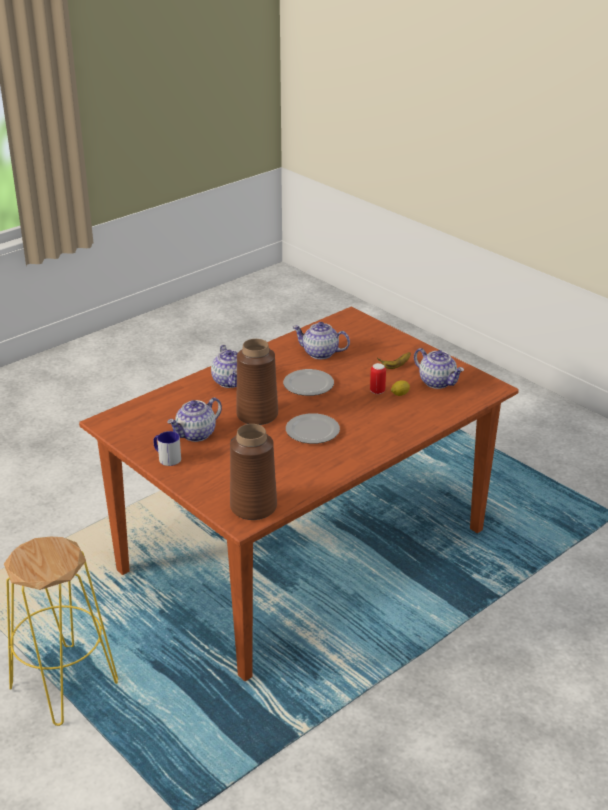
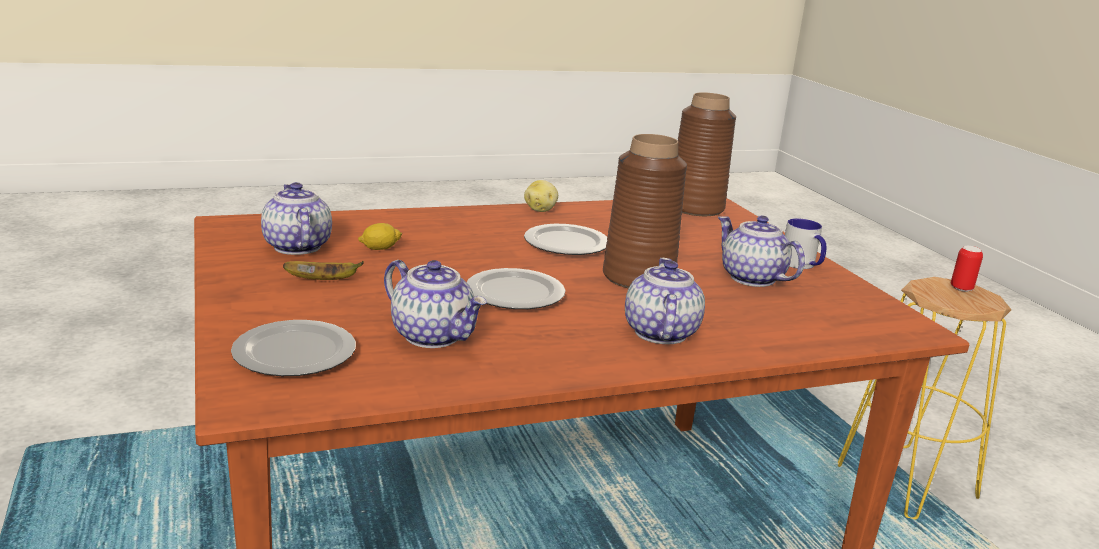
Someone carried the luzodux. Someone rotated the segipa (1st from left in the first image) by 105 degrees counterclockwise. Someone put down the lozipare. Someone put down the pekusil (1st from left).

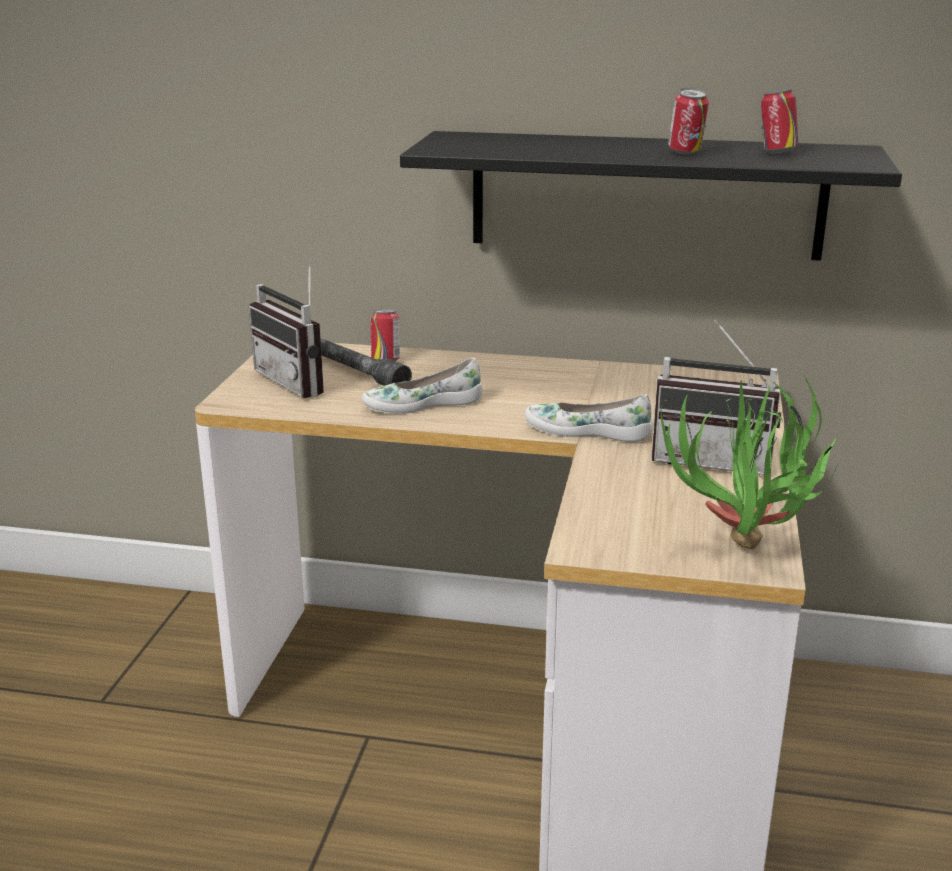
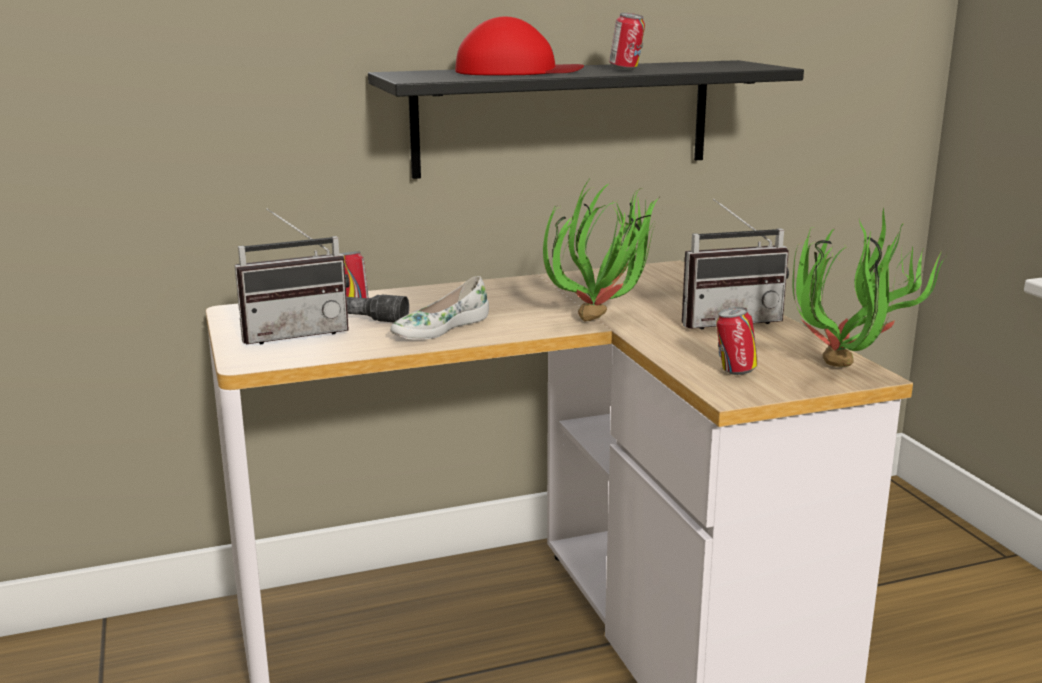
Someone carried the luzodux (3rd from left). Someone rotated the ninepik (1st from left) by 45 degrees counterclockwise. Someone swapped the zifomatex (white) (2nd from left) for the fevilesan (1st from left). Someone put down the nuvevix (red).

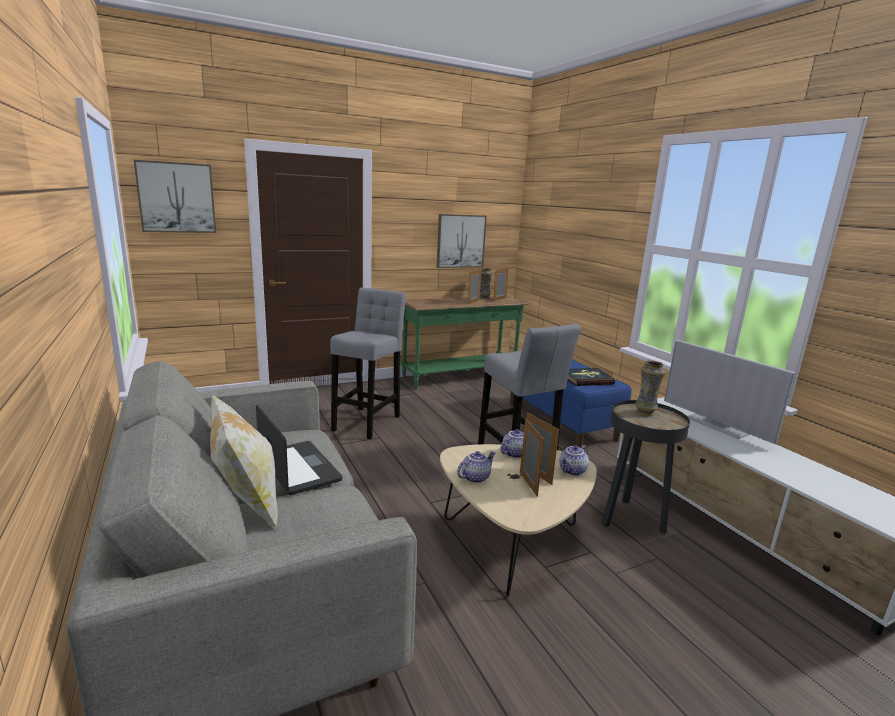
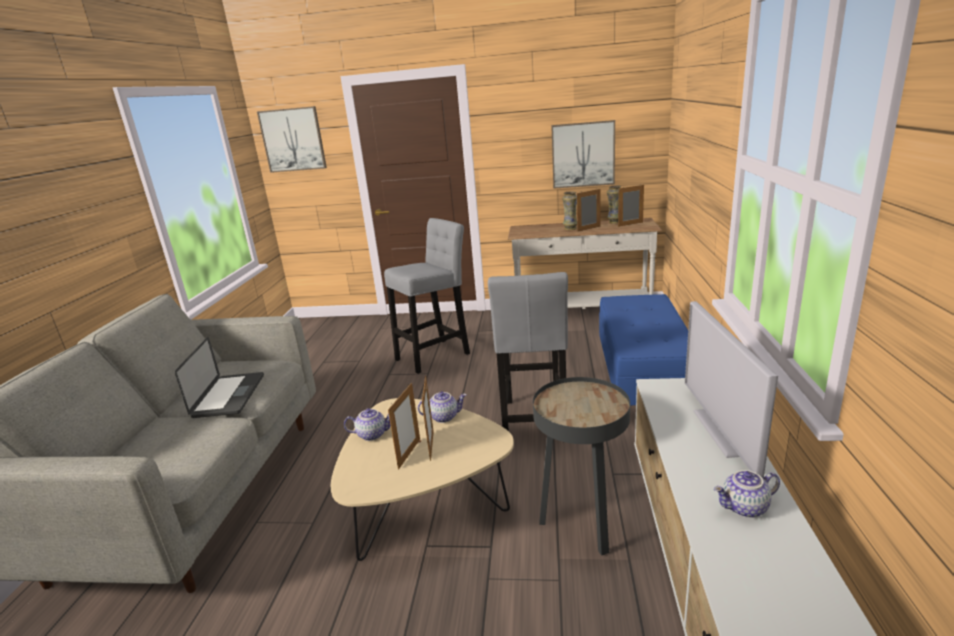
Someone repainted the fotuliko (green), which became the fotuliko (white). Someone carried the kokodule (2nd from left in the first image). Someone took away the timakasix. Someone took away the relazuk. Someone carried the segipa (3rd from left).

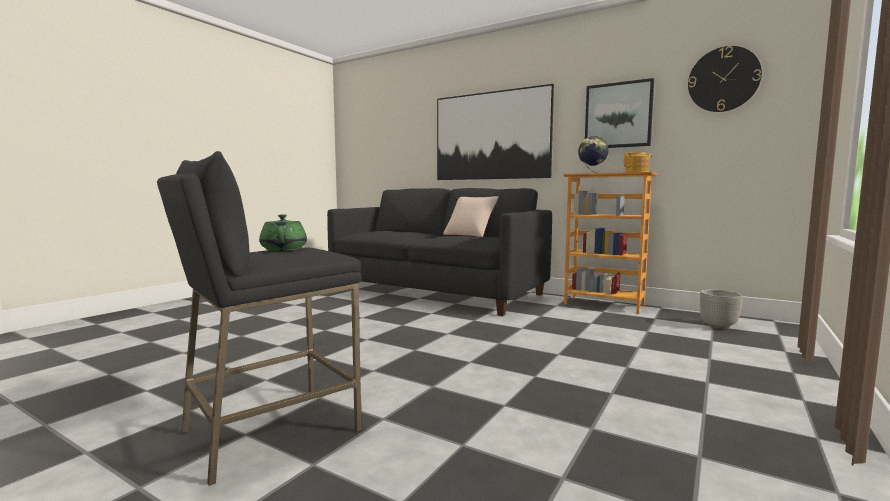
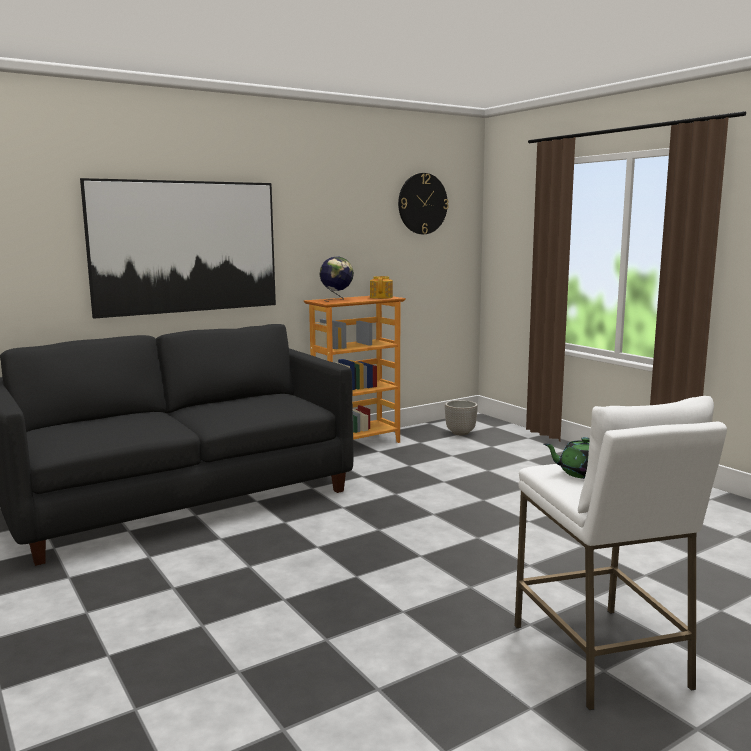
Someone took away the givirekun (2nd from left). Someone repainted the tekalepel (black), which became the tekalepel (white). Someone took away the relazuk (beige).

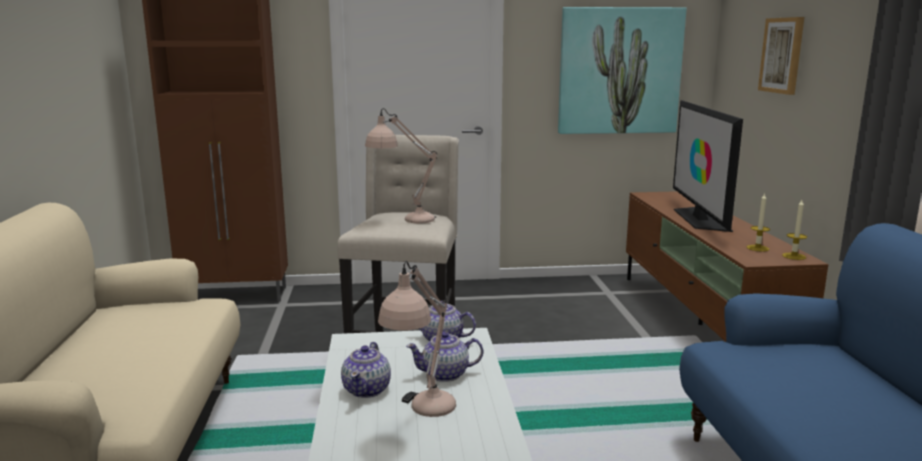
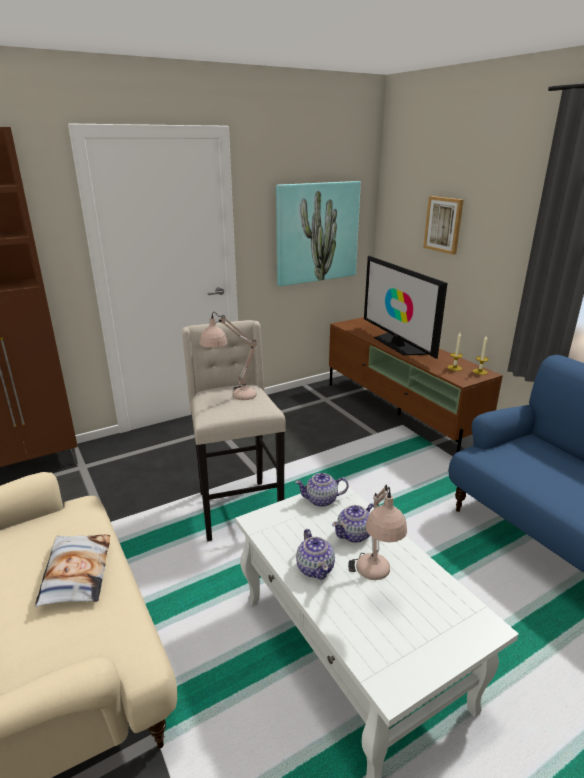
Someone put down the relazuk.

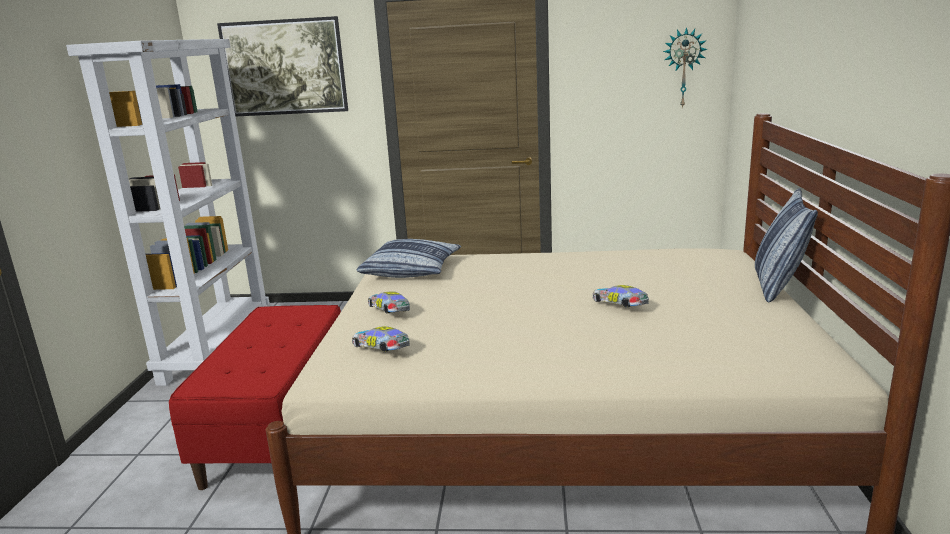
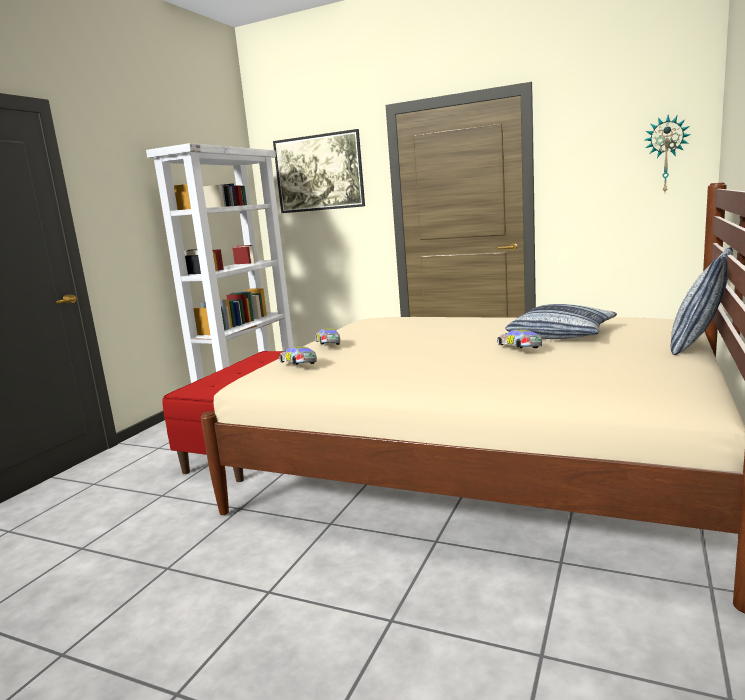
Someone carried the relazuk (1st from left).

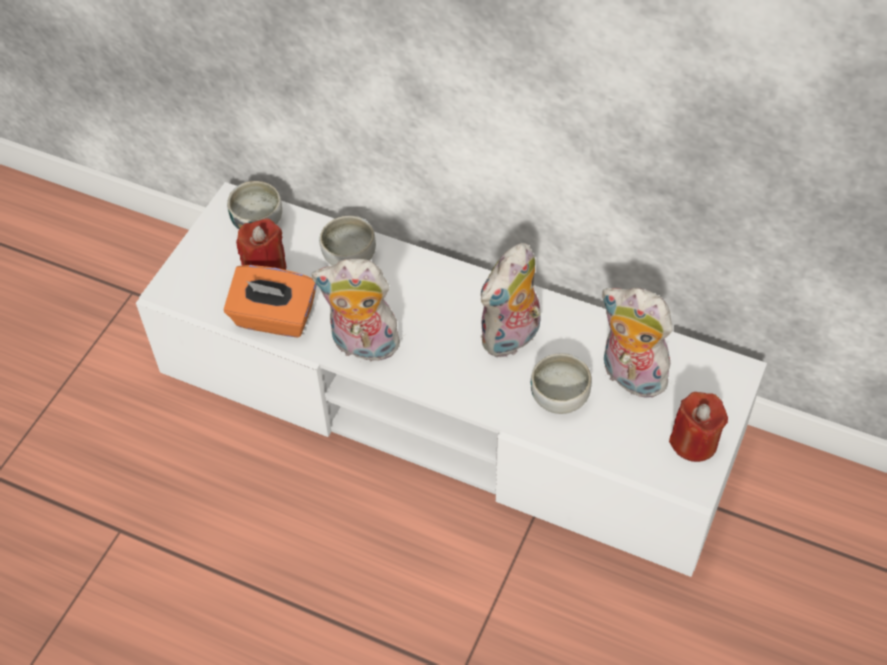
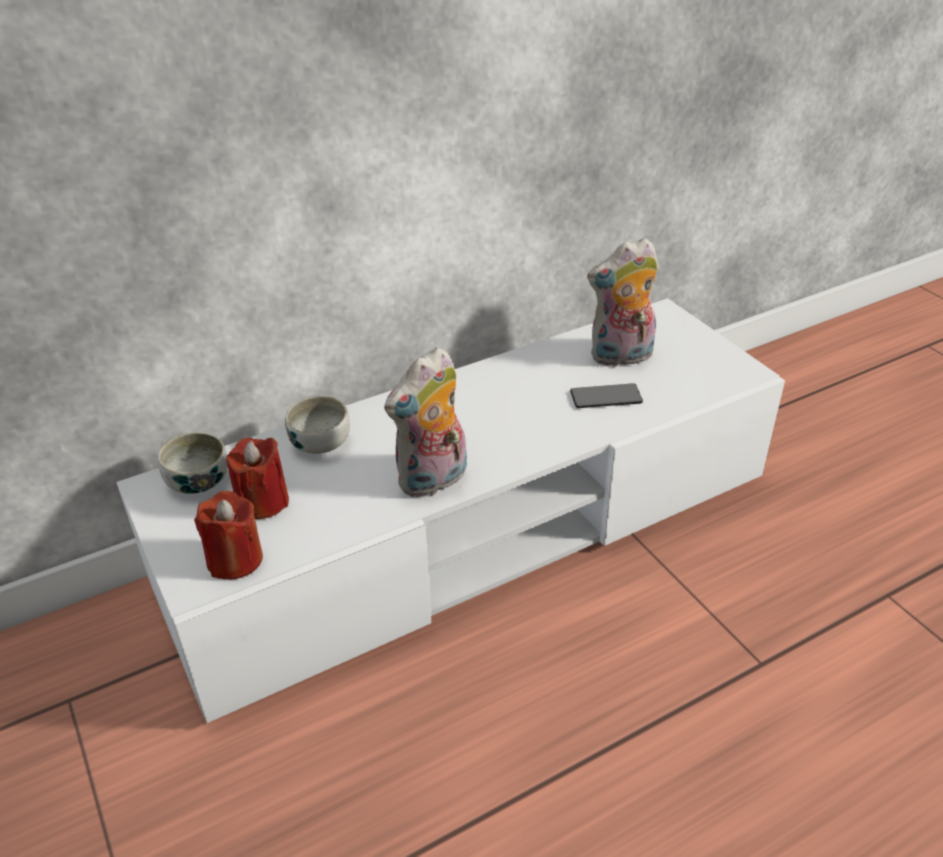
Someone took away the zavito (2nd from left). Someone took away the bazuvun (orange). Someone swapped the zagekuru (3rd from left) for the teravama. Someone carried the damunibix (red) (2nd from left in the first image).

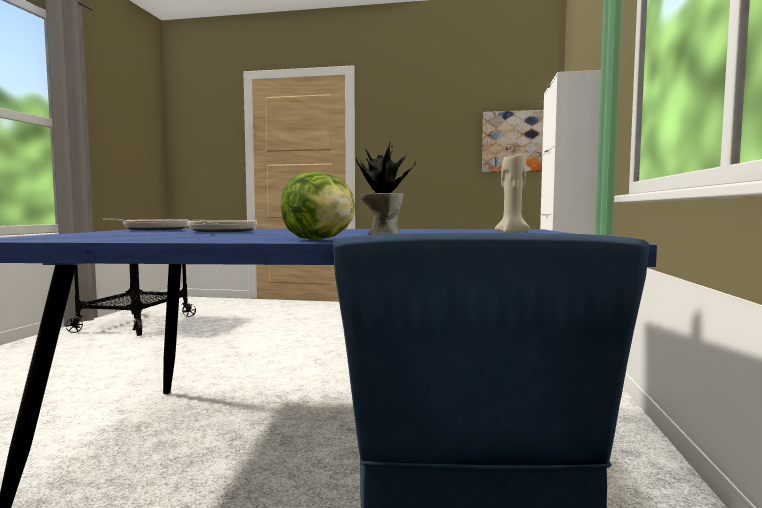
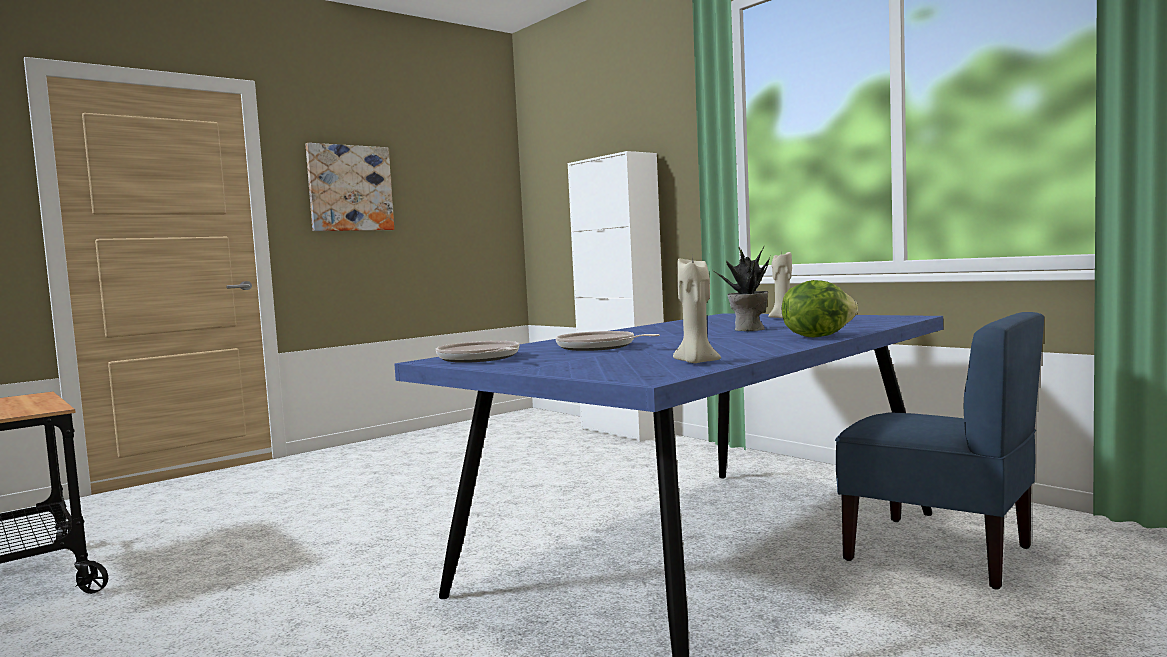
Someone carried the givirekun. Someone put down the damunibix (beige) (1st from left).

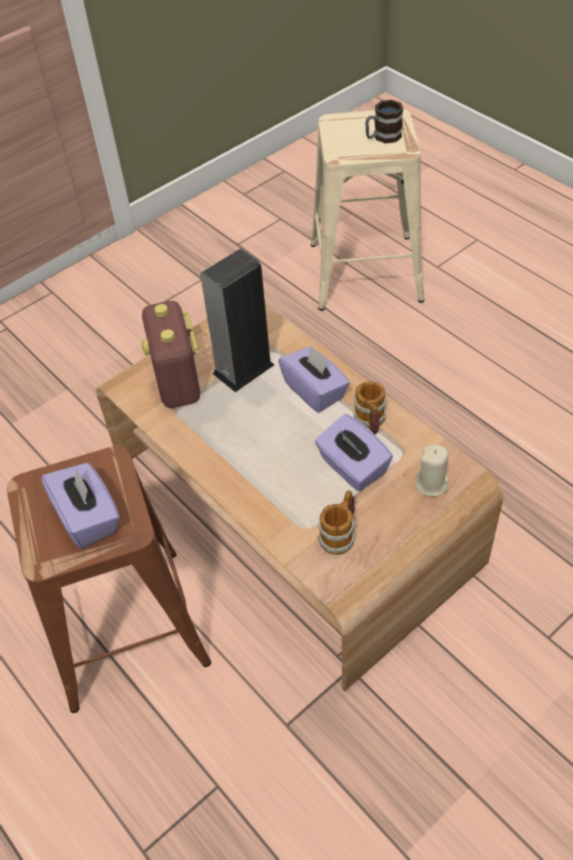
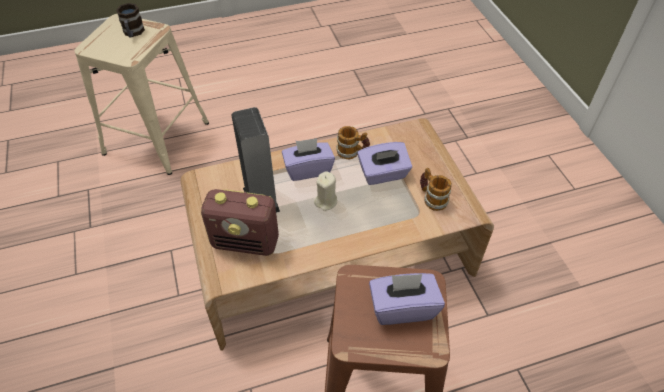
Someone carried the damunibix (beige).

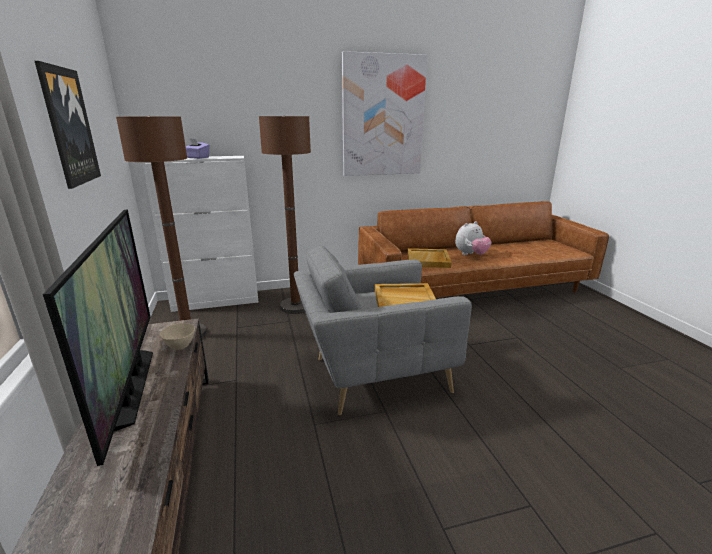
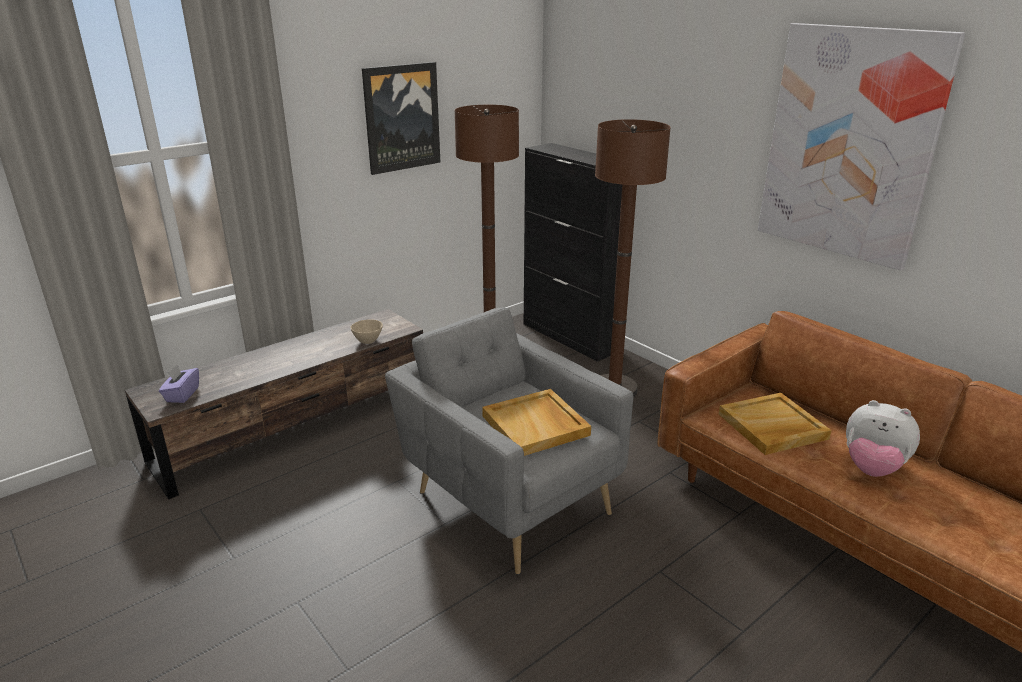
Someone carried the bazuvun (purple). Someone repainted the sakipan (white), which became the sakipan (black). Someone took away the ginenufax.

